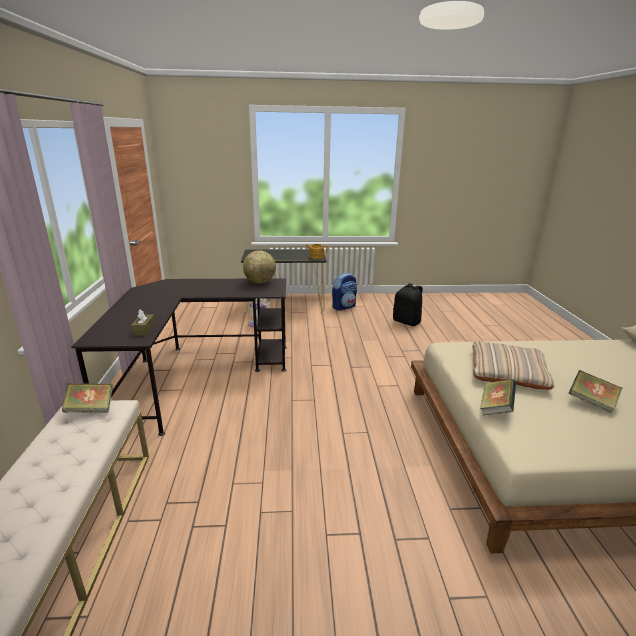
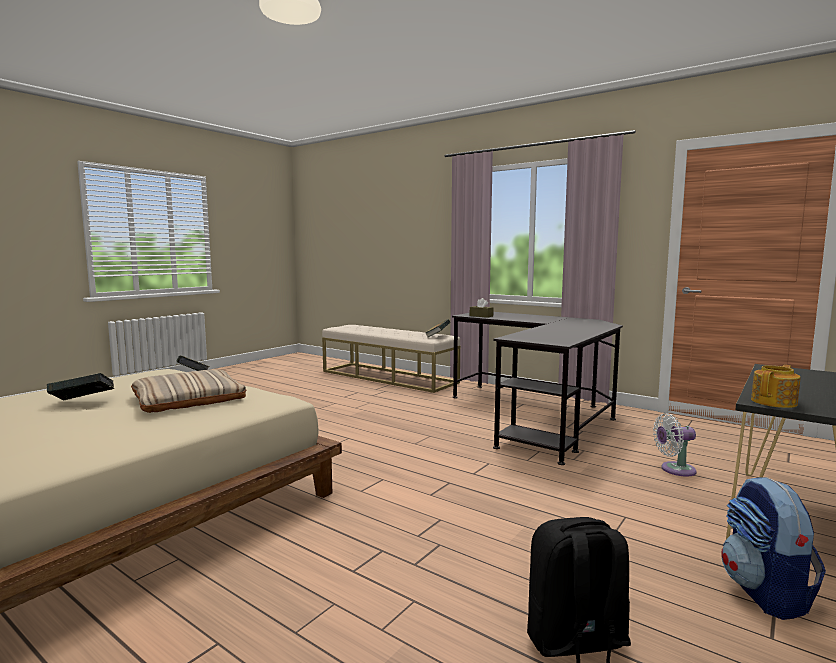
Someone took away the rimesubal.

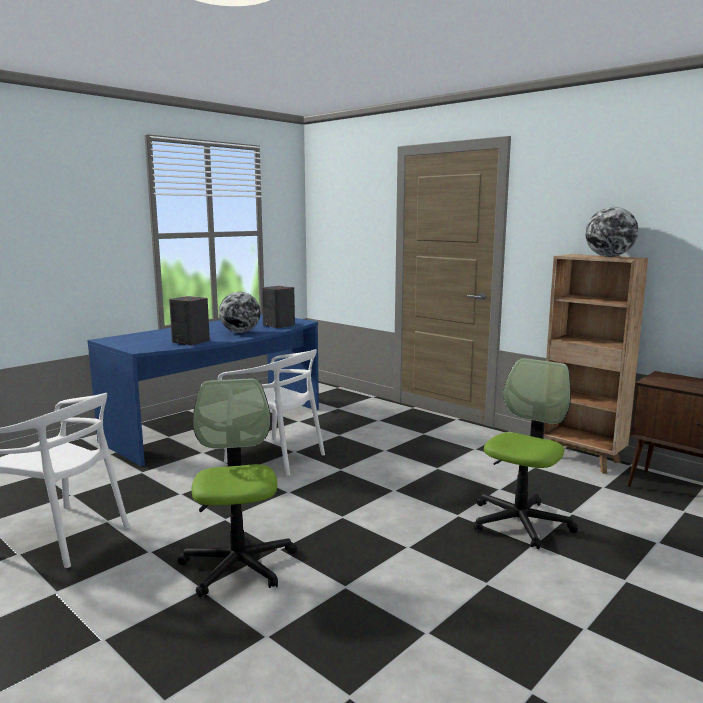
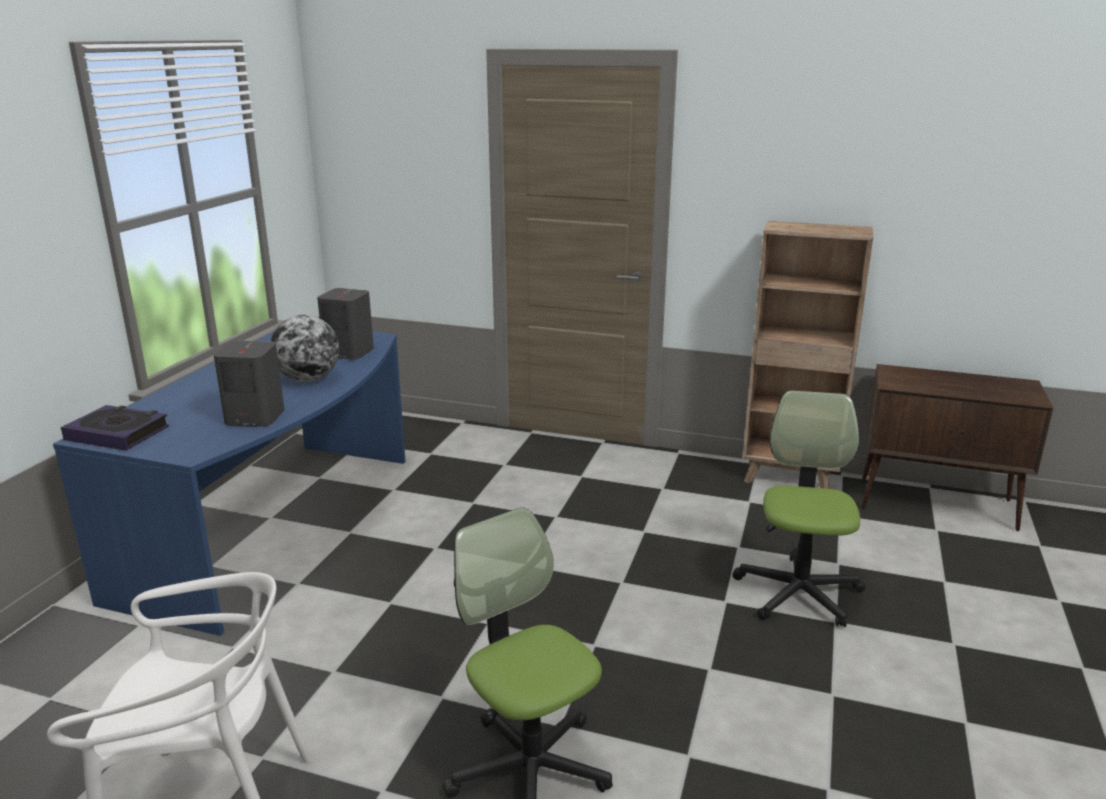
Someone took away the rimesubal (2nd from left). Someone took away the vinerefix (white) (2nd from left). Someone put down the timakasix.

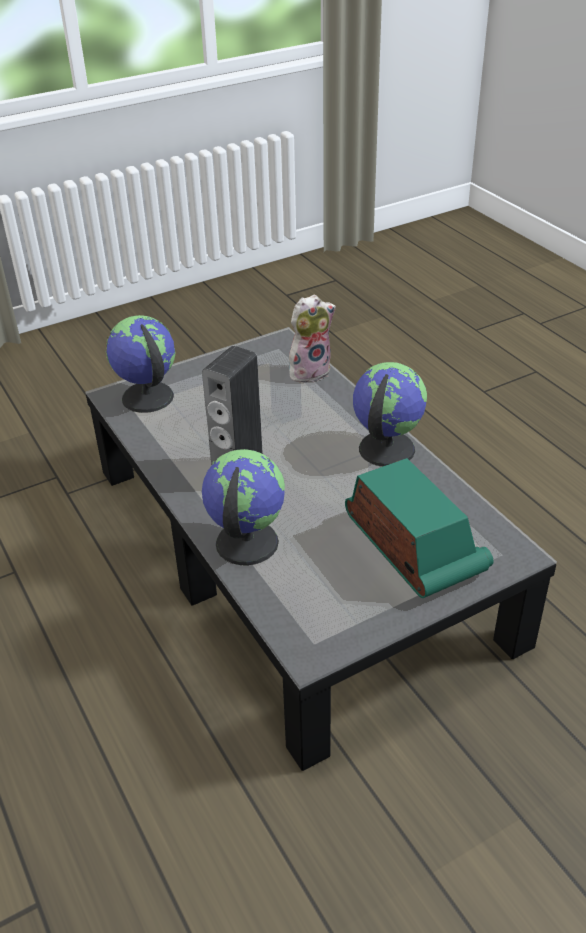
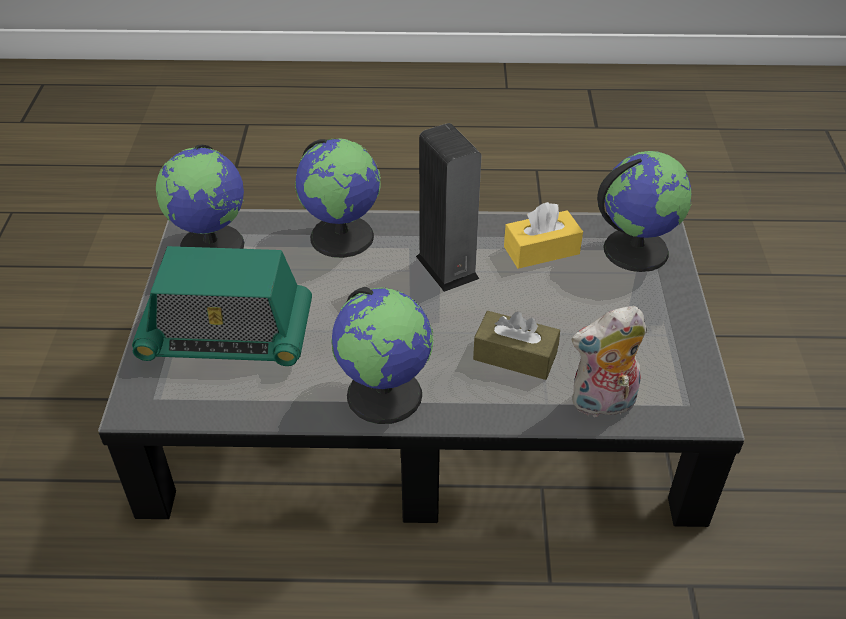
Someone rotated the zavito by 75 degrees clockwise. Someone put down the rimesubal (1st from left). Someone put down the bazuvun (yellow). Someone put down the bazuvun (brown).

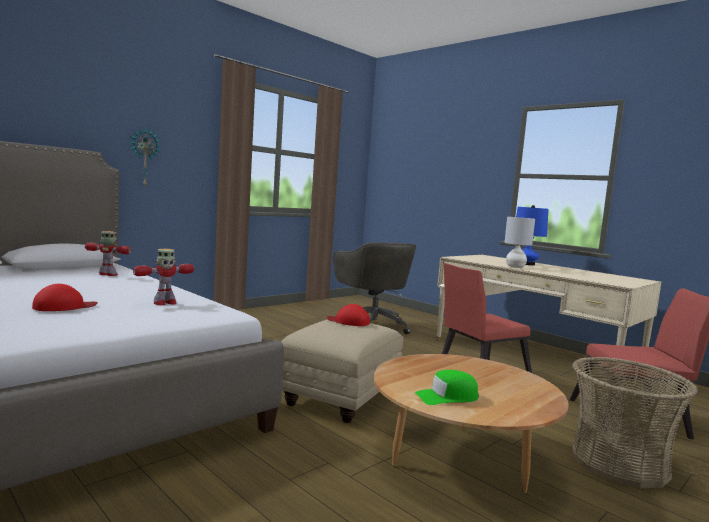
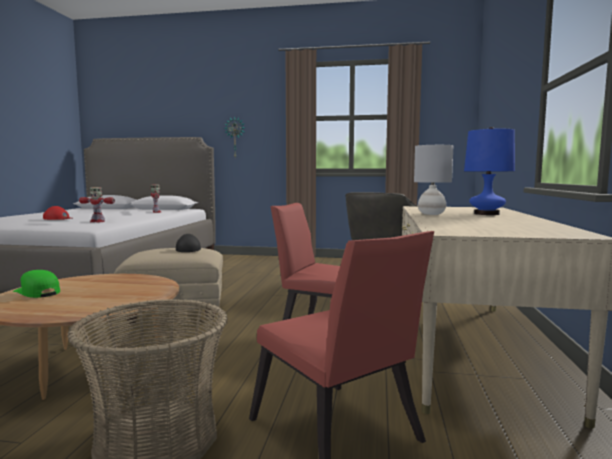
Someone repainted the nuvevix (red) (2nd from left), which became the nuvevix (black).

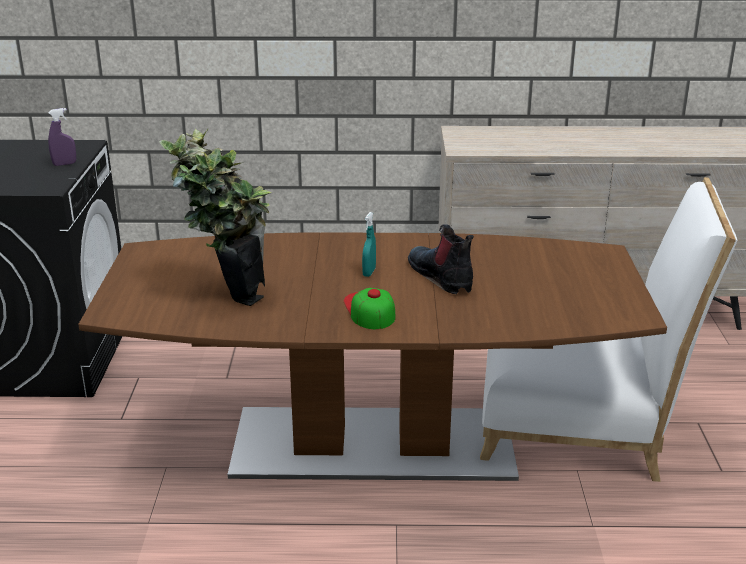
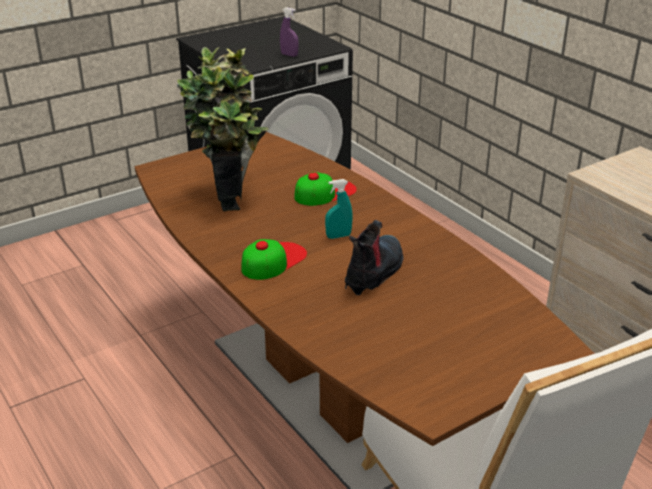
Someone put down the nuvevix (2nd from left).

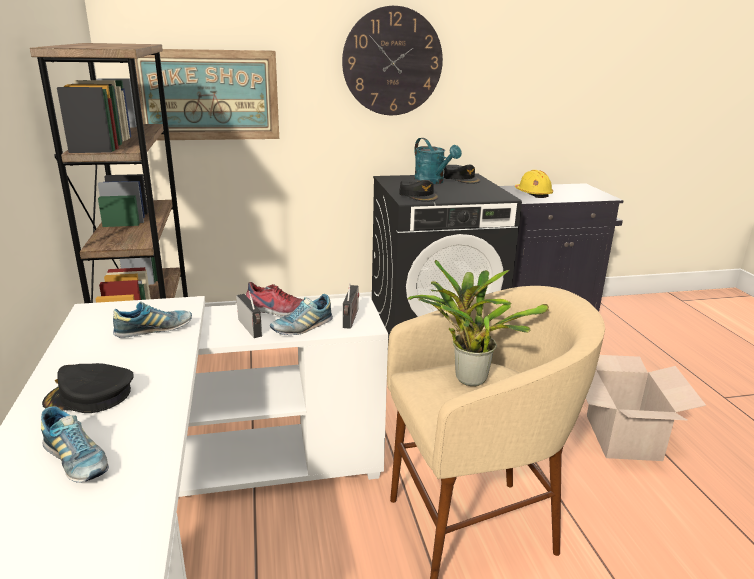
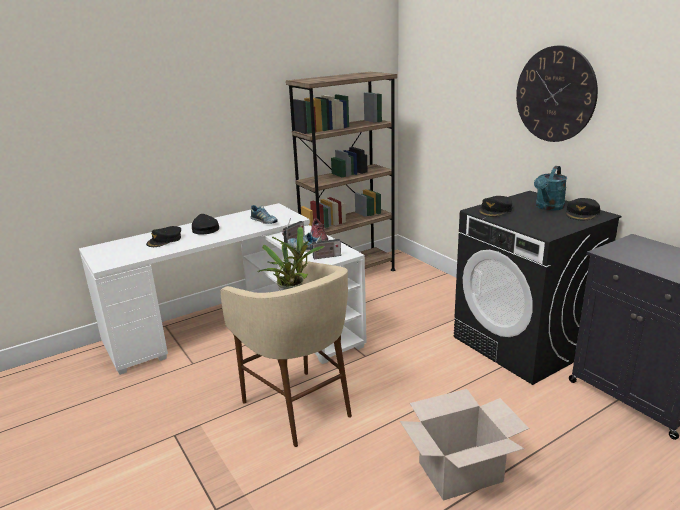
Someone took away the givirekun. Someone took away the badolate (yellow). Someone swapped the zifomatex (1st from left) for the nuvevix (black) (1st from left).

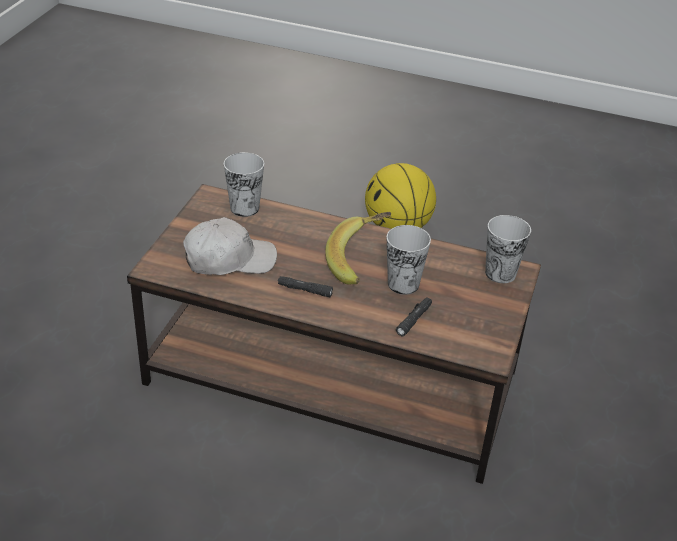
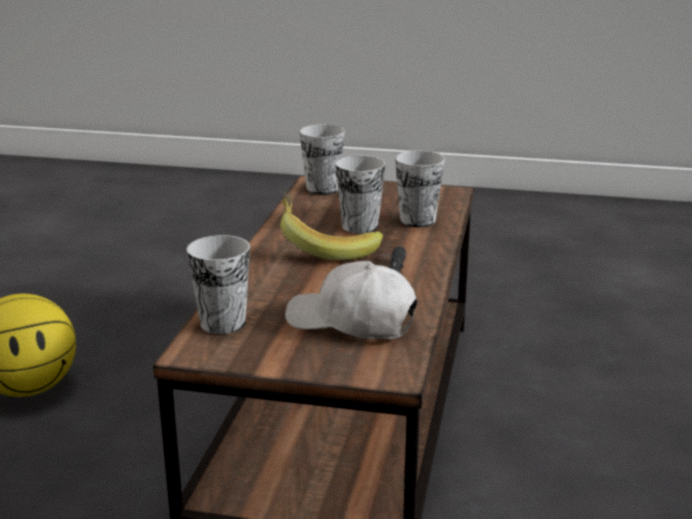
Someone rotated the nuvevix (white) by 45 degrees counterclockwise. Someone swapped the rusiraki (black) (2nd from left) for the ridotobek (4th from left).

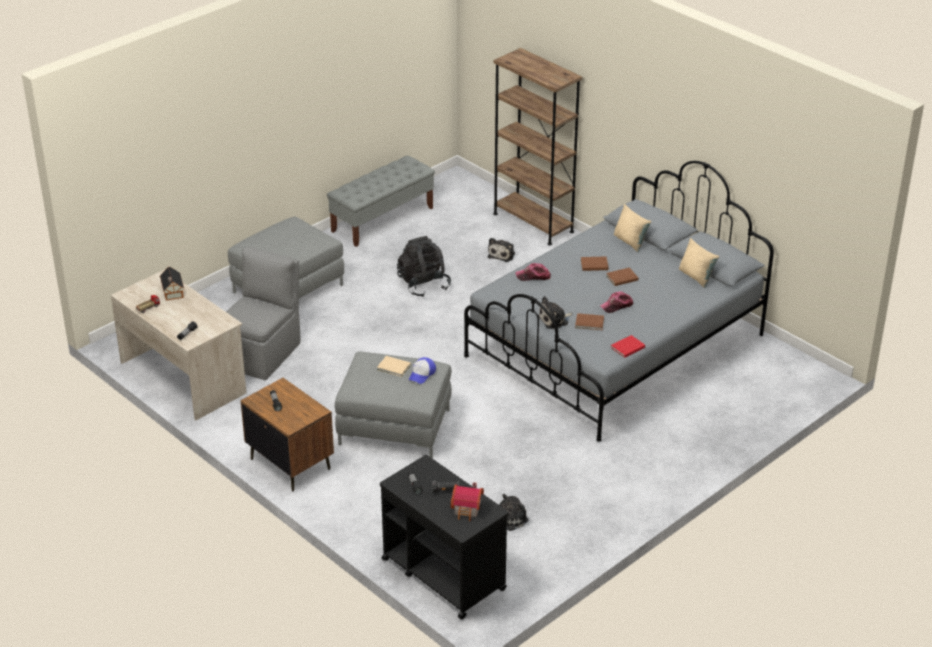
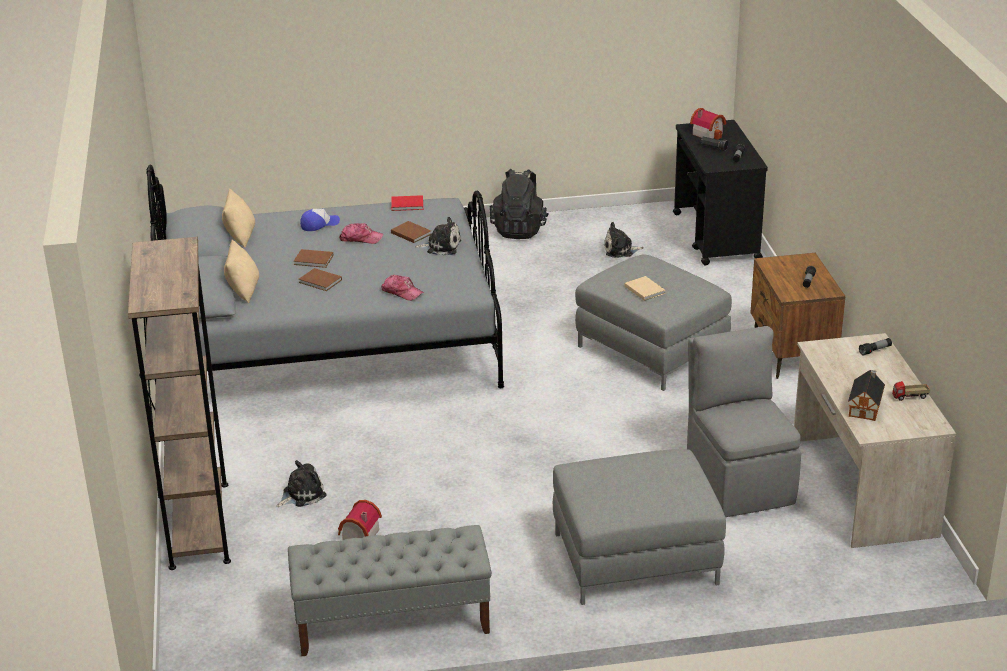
Someone carried the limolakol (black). Someone rotated the vinerefix (grey) by 105 degrees clockwise. Someone carried the nuvevix (1st from left). Someone put down the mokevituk (1st from left).

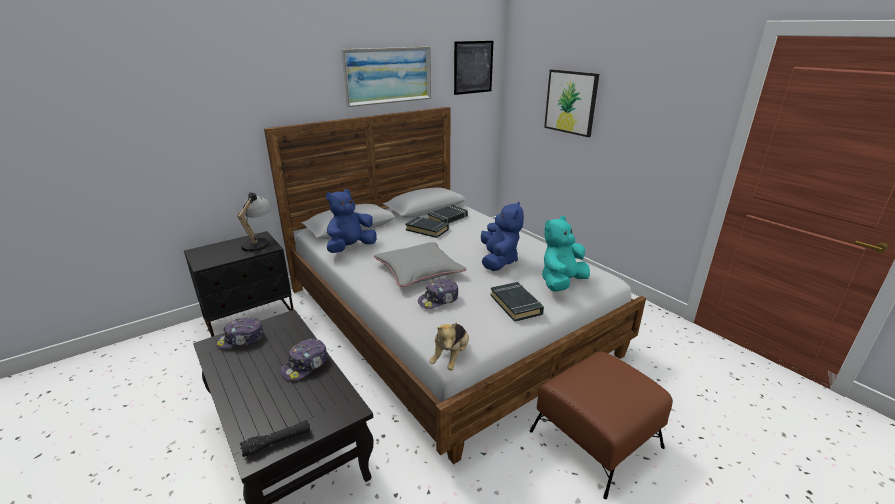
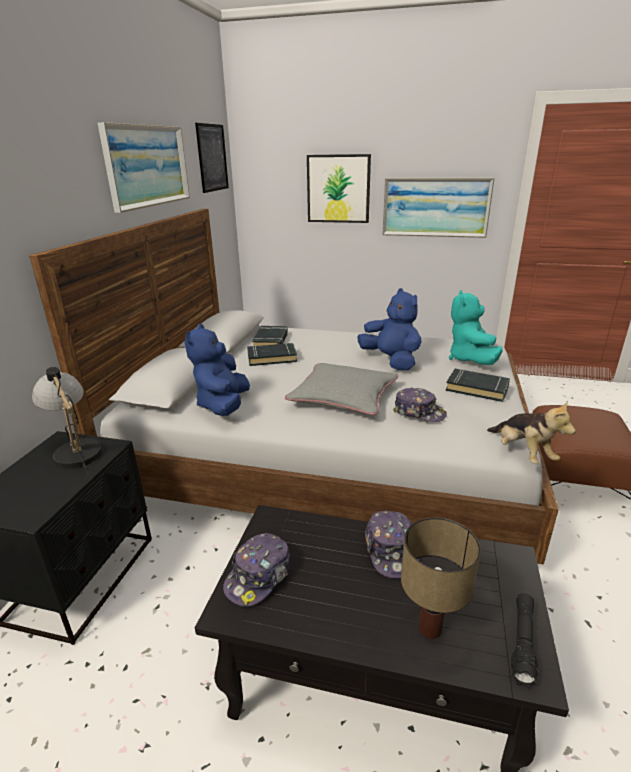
Someone rotated the nuvevix (3rd from left) by 75 degrees counterclockwise. Someone put up the givirekun (4th from left). Someone put down the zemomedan (2nd from left).

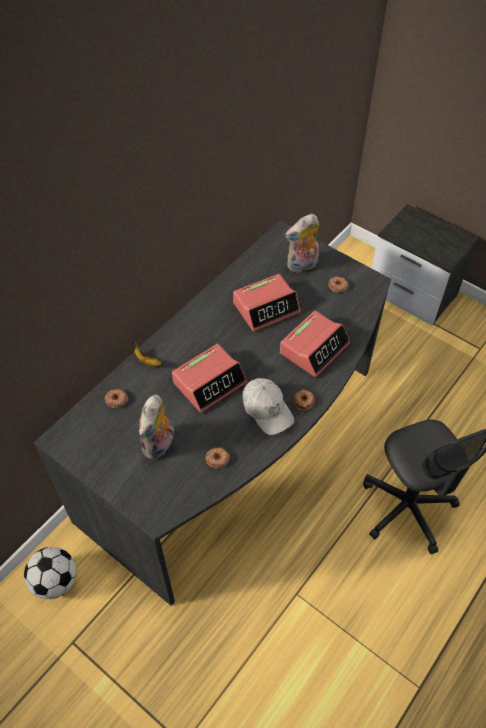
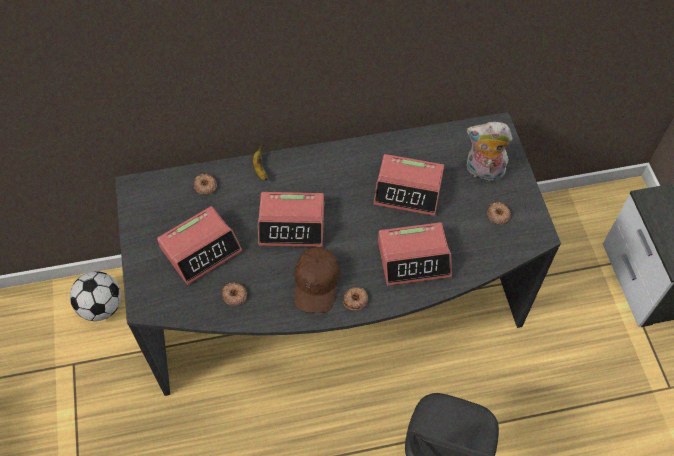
Someone repainted the nuvevix (white), which became the nuvevix (brown). Someone swapped the zavito (1st from left) for the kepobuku (1st from left).

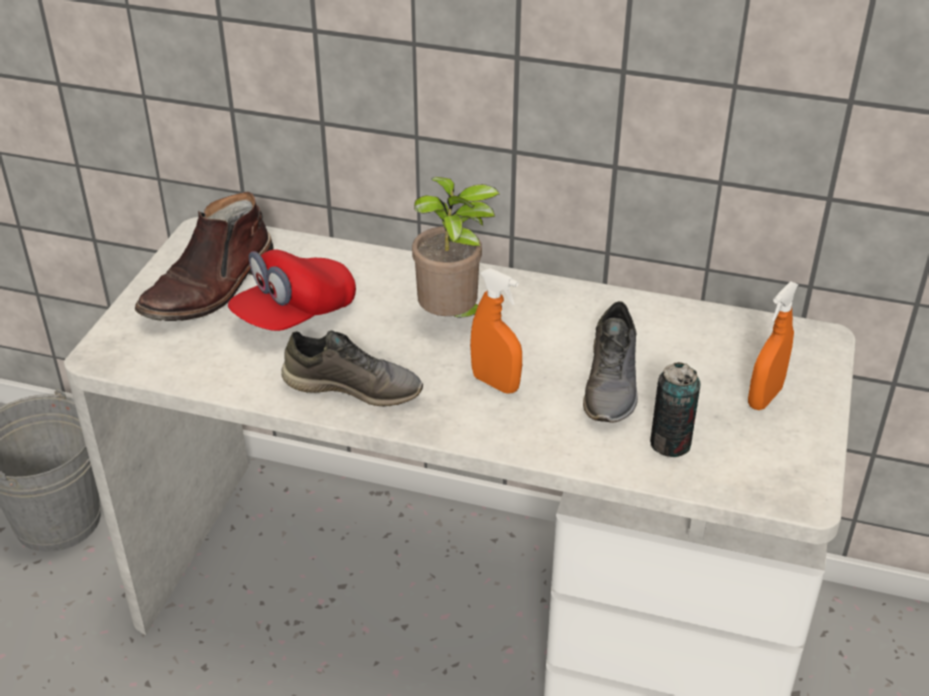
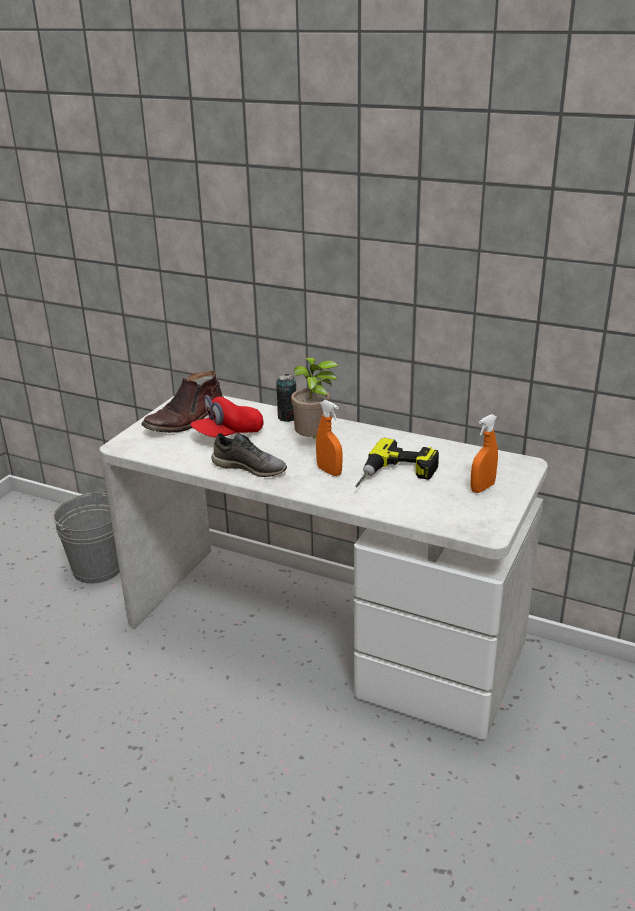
Someone swapped the zifomatex (grey) (2nd from left) for the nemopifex. Someone carried the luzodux.

